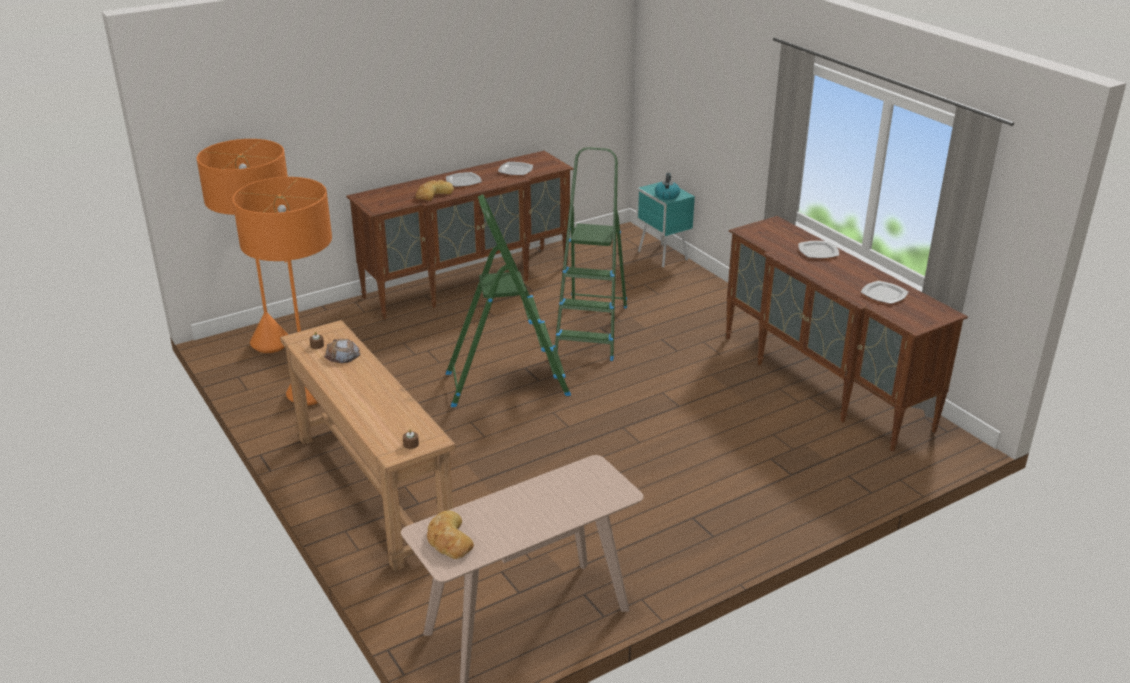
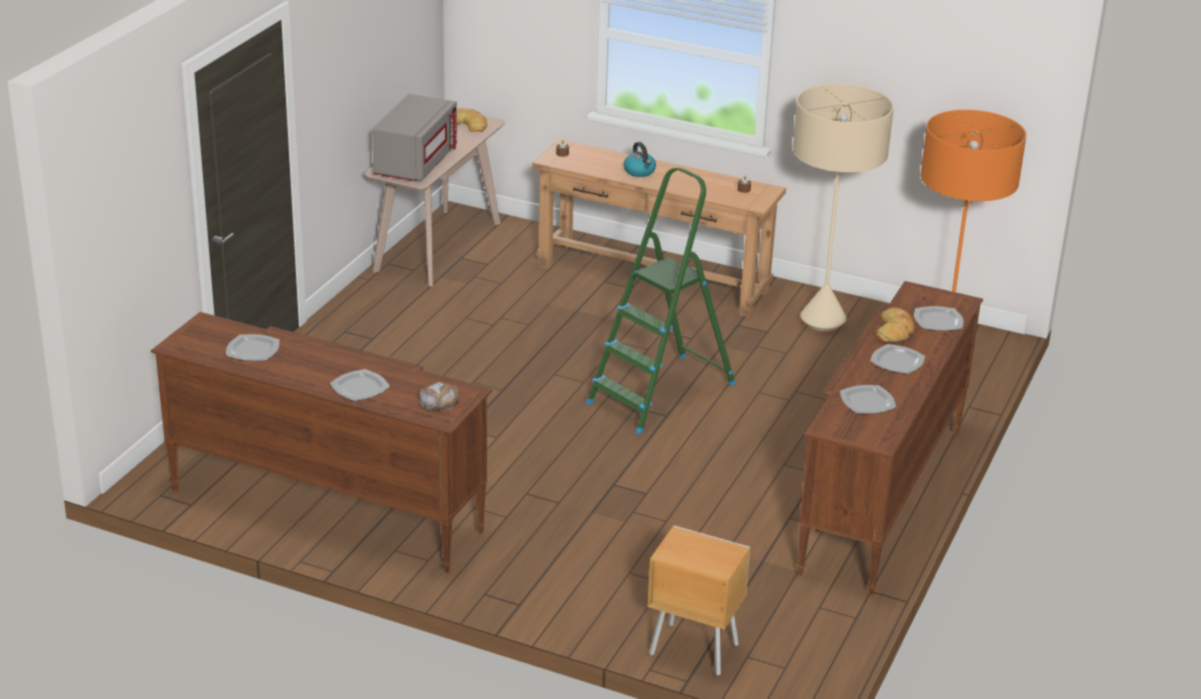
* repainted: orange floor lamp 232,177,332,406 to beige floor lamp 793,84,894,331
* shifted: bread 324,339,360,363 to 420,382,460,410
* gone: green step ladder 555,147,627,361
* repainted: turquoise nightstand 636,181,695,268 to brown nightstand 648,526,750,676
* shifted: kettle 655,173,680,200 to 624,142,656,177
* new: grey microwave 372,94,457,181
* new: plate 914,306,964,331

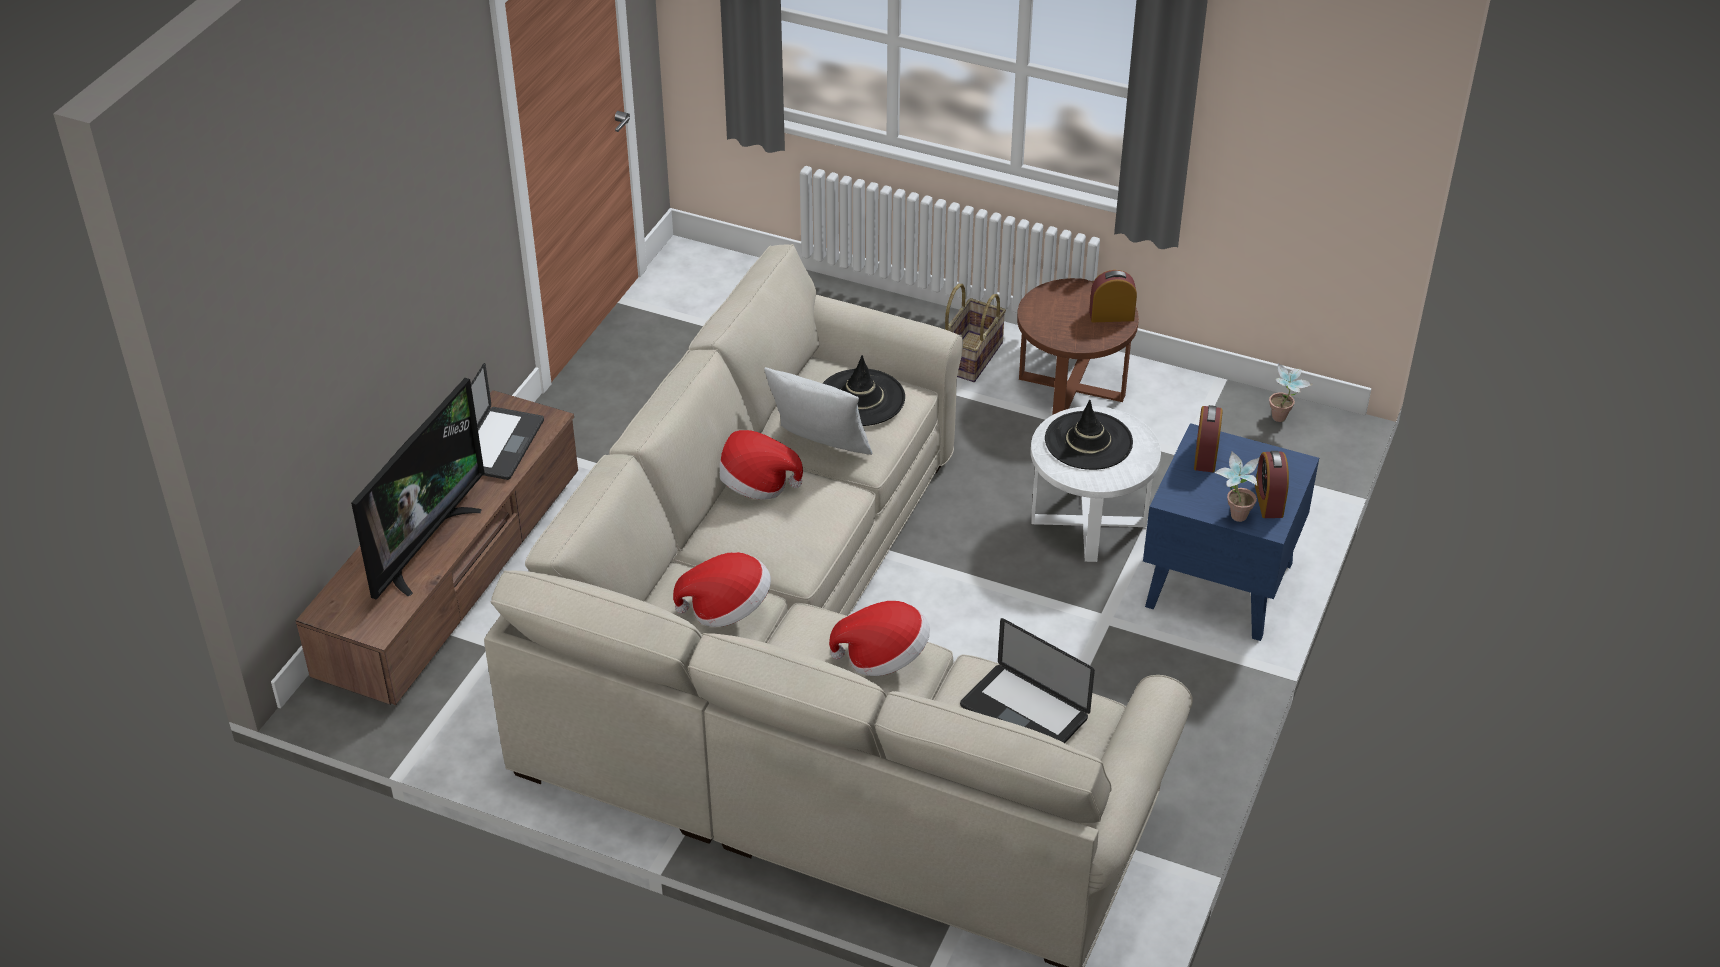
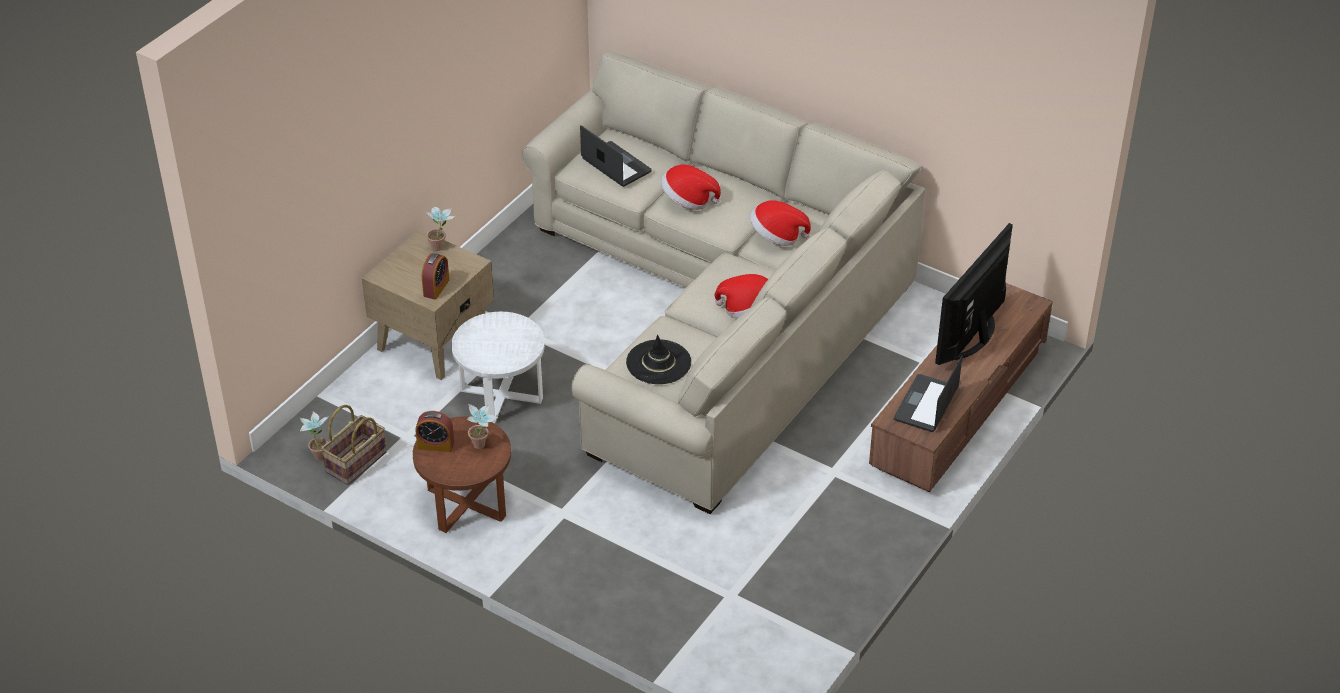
* gone: grey pillow 764,367,872,455
* shifted: basket 945,284,1006,382 to 321,405,387,485
* gone: black hat 1045,400,1133,470
* repainted: blue nightstand 1143,423,1319,641 to beige nightstand 362,229,494,380
* gone: alarm clock 1255,451,1289,518
* new: potted plant 467,404,499,449

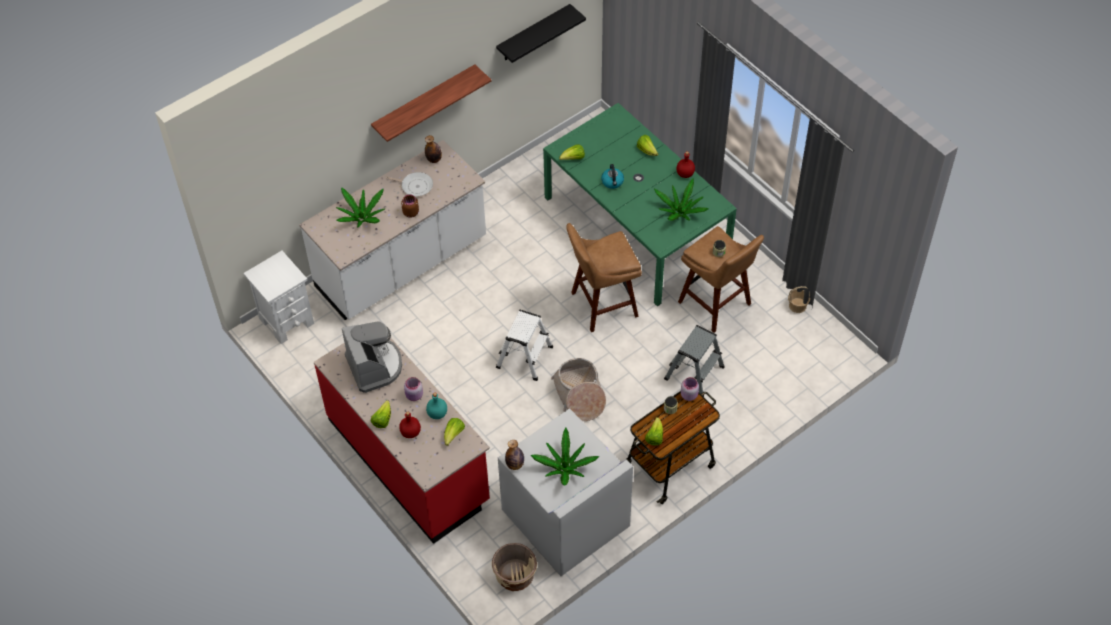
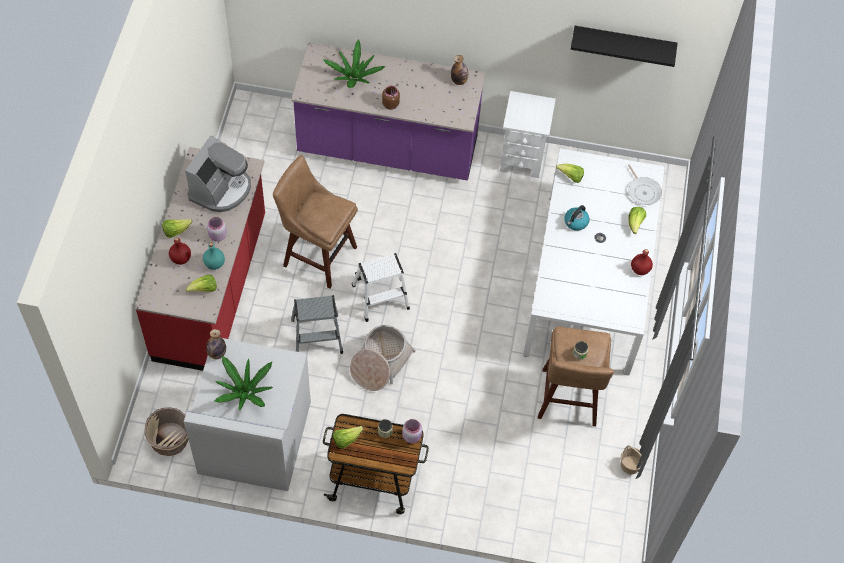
* shifted: white nightstand 243,251,314,344 to 500,91,556,178
* repainted: white counter 299,140,486,320 to purple counter 291,42,486,181
* gone: shelf 371,64,492,142
* shifted: frying pan 386,172,433,196 to 628,164,662,205
* repainted: green dining table 543,103,737,306 to white dining table 523,148,665,375
* shifted: brown stool 566,223,642,332 to 273,155,358,288
* gone: potted plant 654,179,709,221
* shifted: grey step ladder 664,325,725,397 to 291,295,343,354

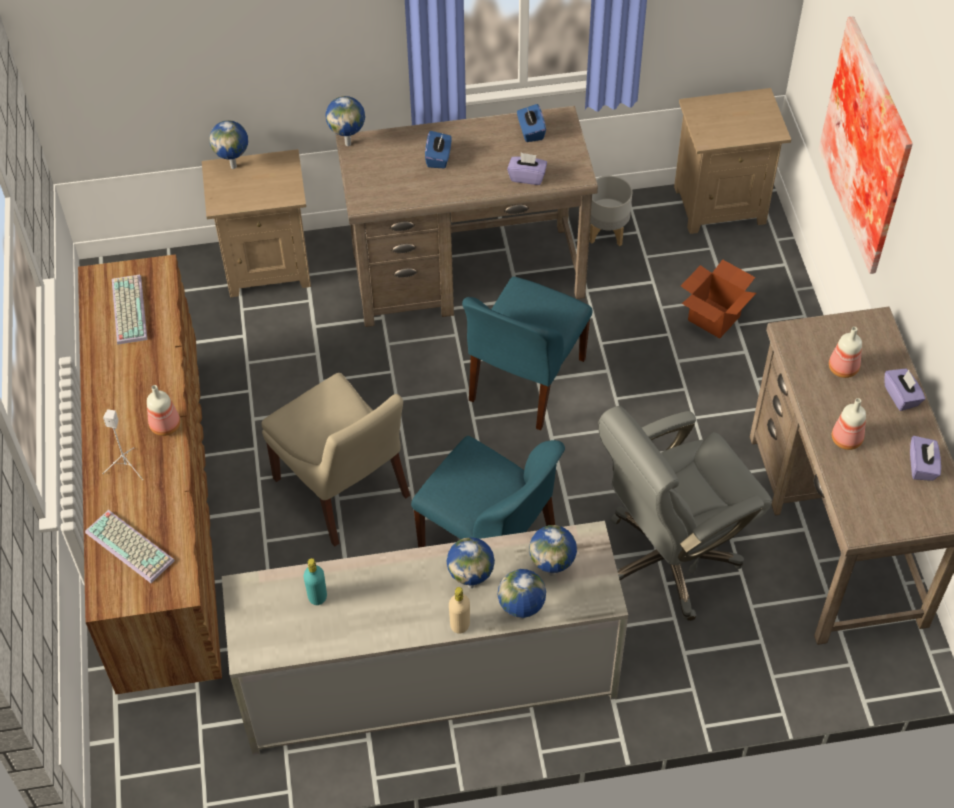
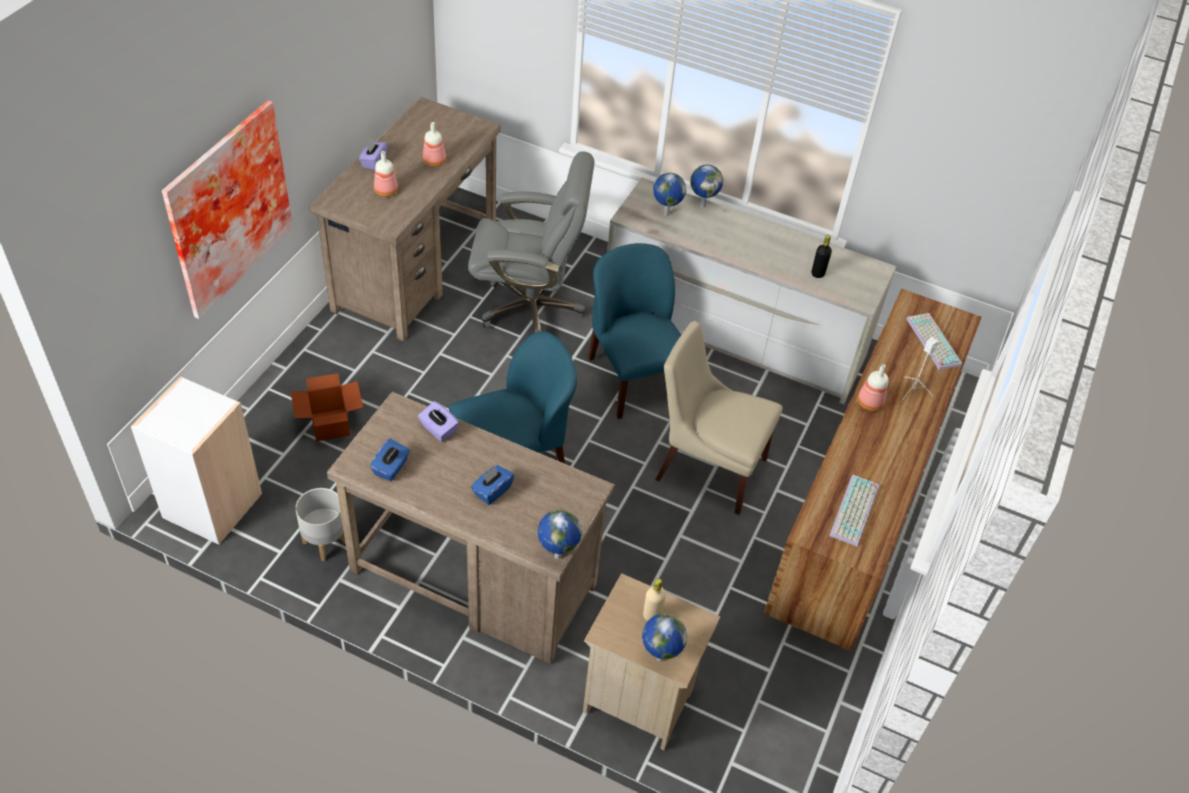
* rotated: beige chair 261,373,410,547 = 655,321,783,515 60 degrees counterclockwise
* repainted: turquoise bottle 304,558,327,605 to black bottle 811,235,832,278
* gone: globe 447,537,495,588
* shifted: beige bottle 449,587,470,634 to 643,579,666,621
* swapped: beige nightstand 674,88,791,234 to bookcase 131,376,262,545
* gone: purple tissue box 910,436,941,481

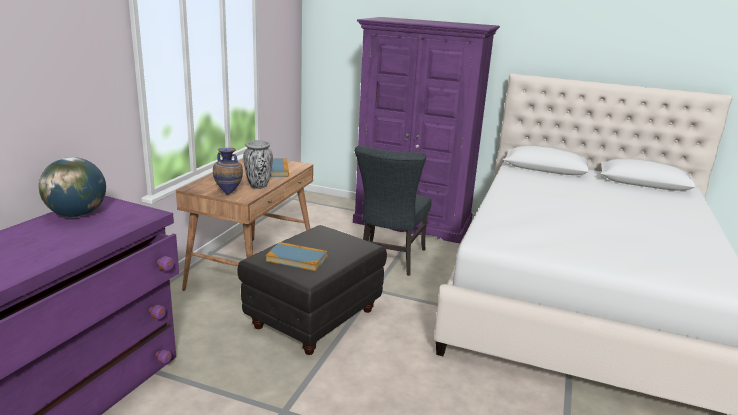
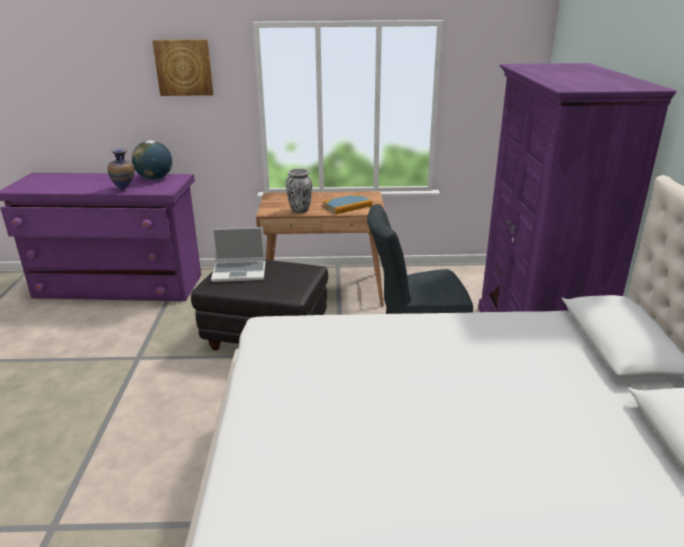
* shifted: vase 213,147,243,194 to 107,149,135,190
* swapped: book 266,242,328,271 to laptop 211,227,266,282
* new: picture 152,39,213,96

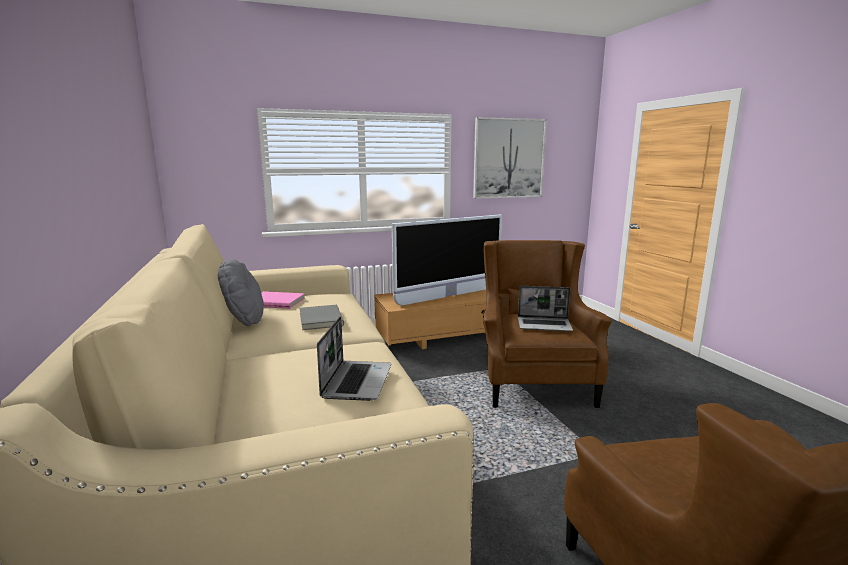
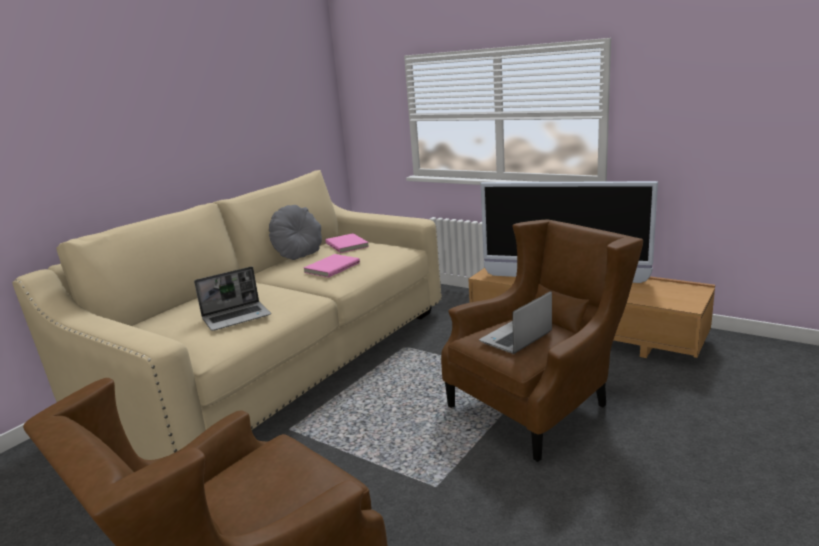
* repainted: grey book 300,305,344,330 to pink book 303,254,360,278
* gone: picture 473,117,547,199
* rotated: laptop 518,286,573,331 = 479,291,552,354 75 degrees clockwise

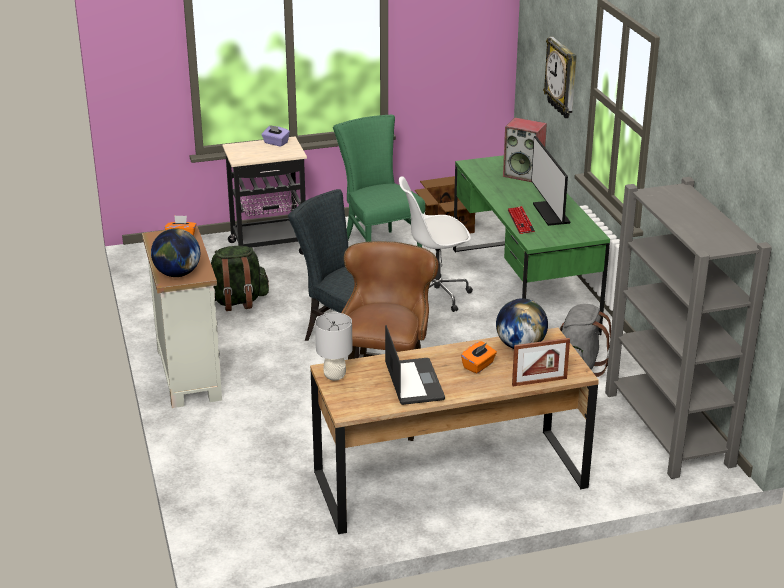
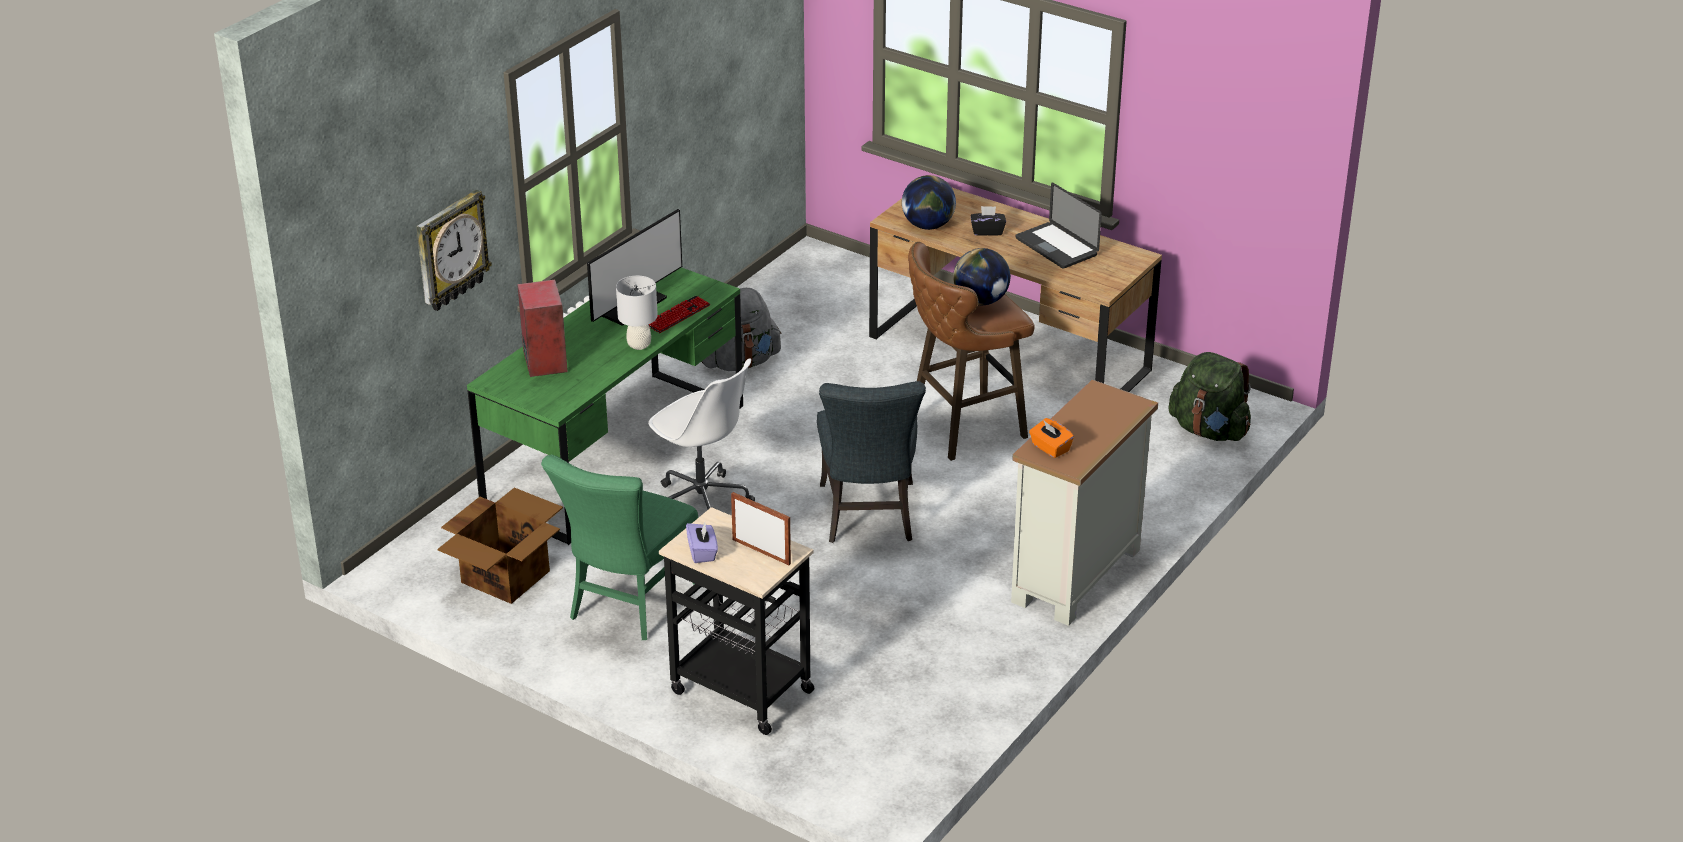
* shifted: globe 151,228,200,277 to 953,248,1010,305
* shifted: green backpack 211,246,269,311 to 1169,352,1251,441
* shifted: grey table lamp 315,312,353,381 to 616,276,658,350
* rotated: laptop 385,325,445,405 = 1015,182,1102,269 75 degrees counterclockwise
* repainted: orange tissue box 461,341,497,374 to black tissue box 971,206,1006,236
* shifted: picture frame 512,338,570,386 to 731,492,791,565
* gone: grey bookcase 605,177,772,479

